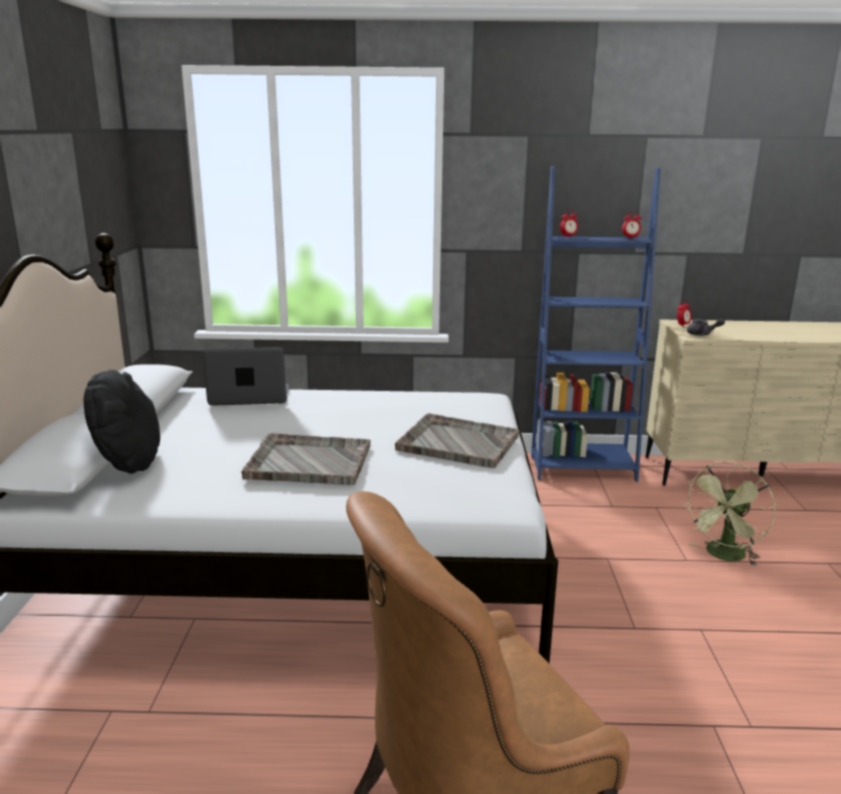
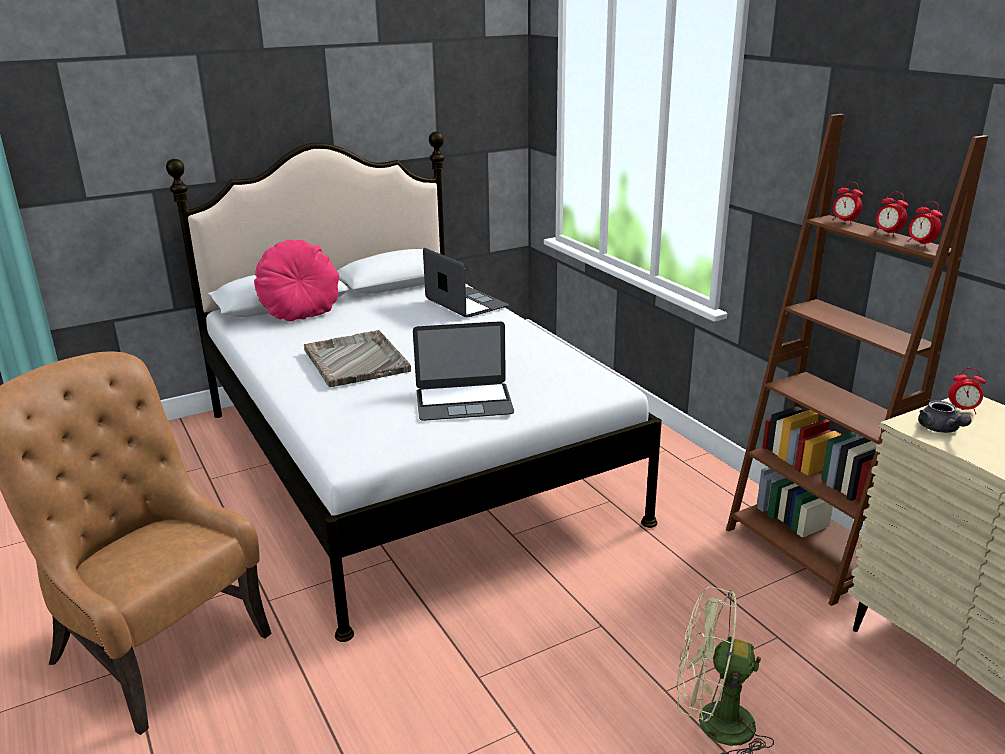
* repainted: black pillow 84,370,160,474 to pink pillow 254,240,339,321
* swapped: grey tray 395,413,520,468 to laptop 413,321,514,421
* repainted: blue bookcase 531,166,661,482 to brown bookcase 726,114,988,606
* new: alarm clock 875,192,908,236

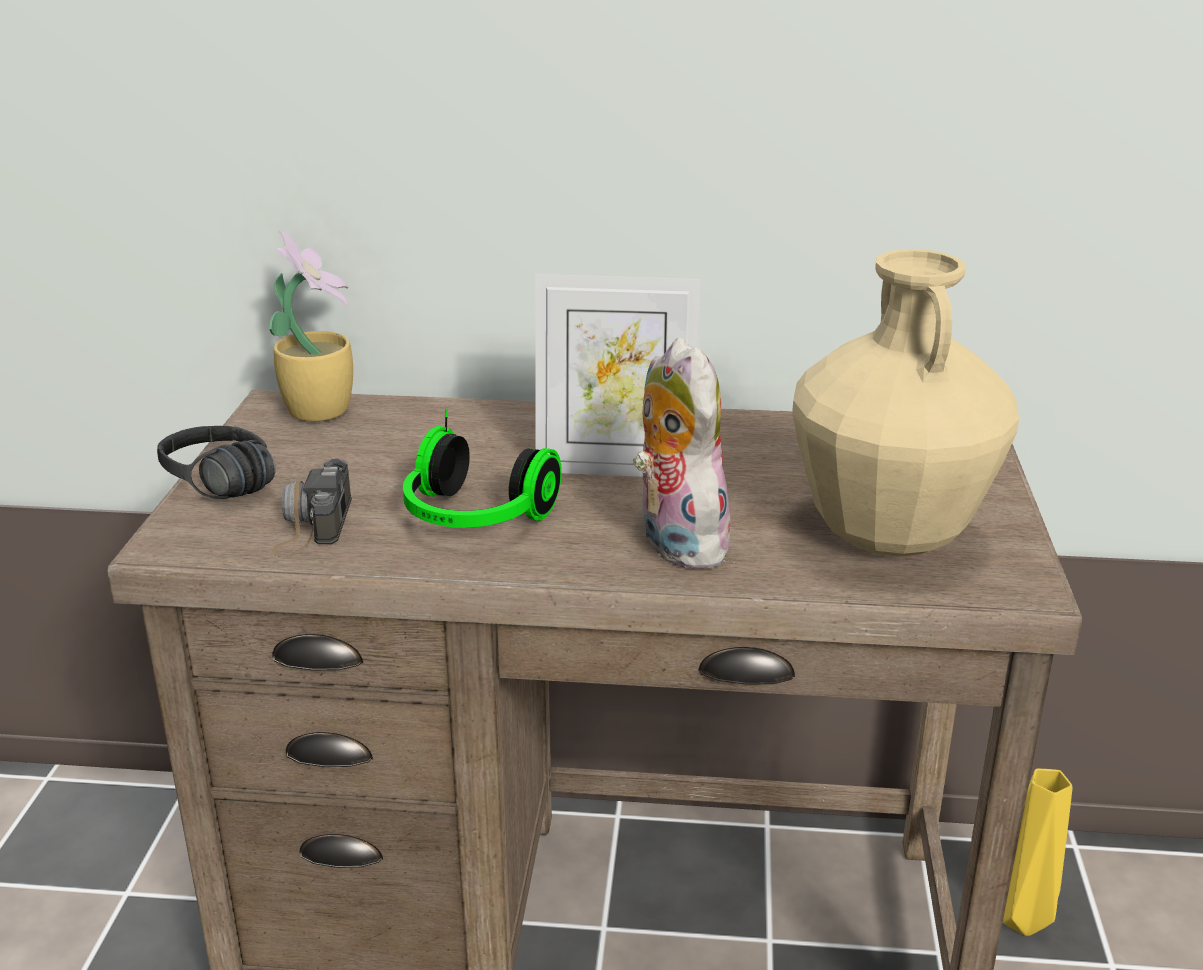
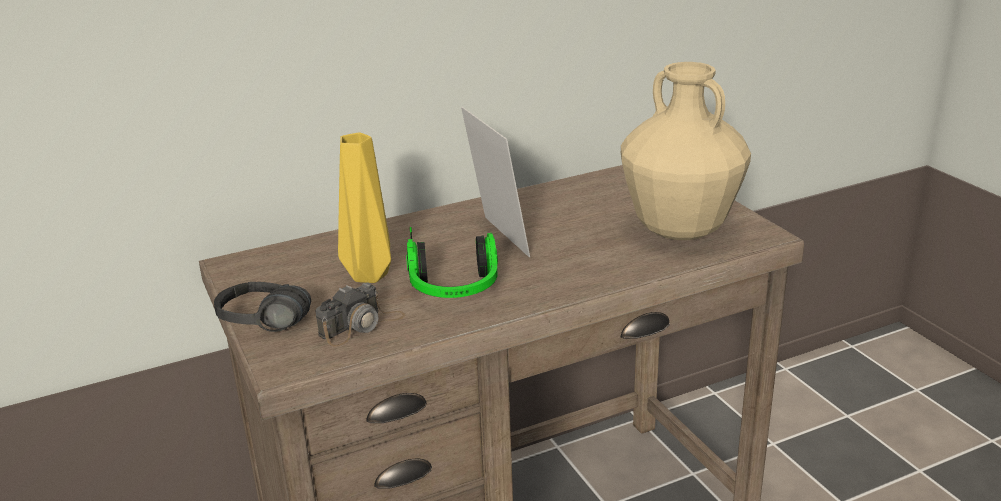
* gone: potted plant 270,231,353,422
* rotated: photo camera 272,459,352,557 = 315,282,405,346 105 degrees counterclockwise
* rotated: picture frame 536,274,701,477 = 461,107,530,257 90 degrees counterclockwise
* gone: plush toy 633,338,735,569
* shifted: yellow vase 1003,769,1072,936 to 338,133,391,283

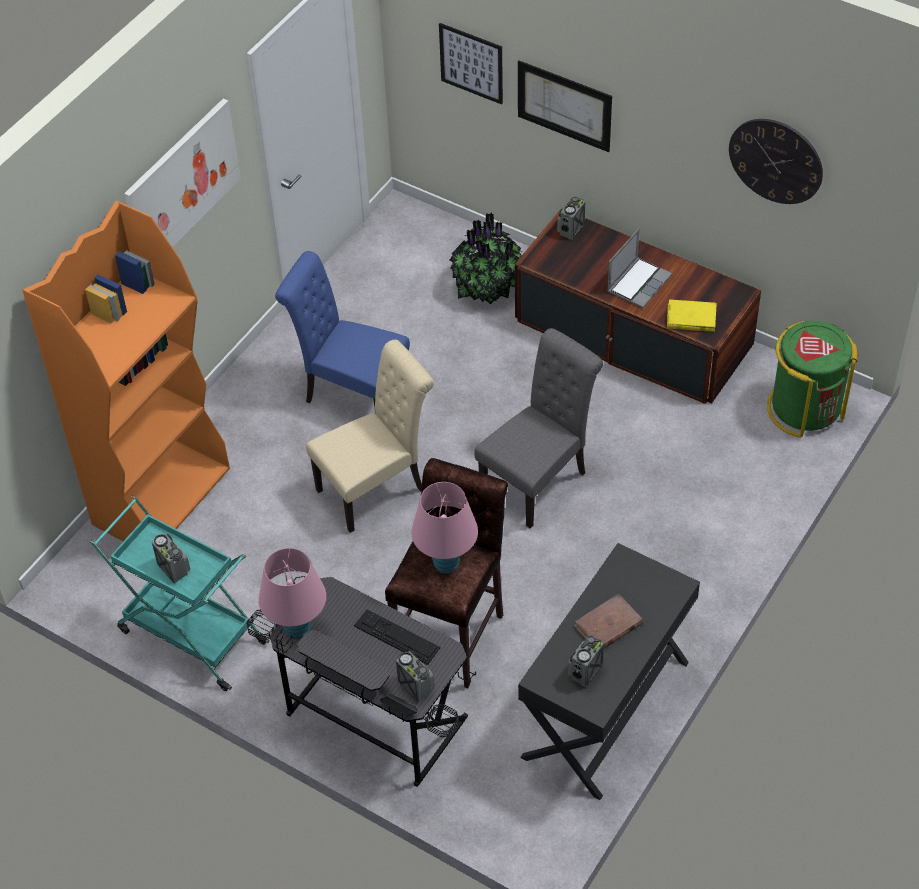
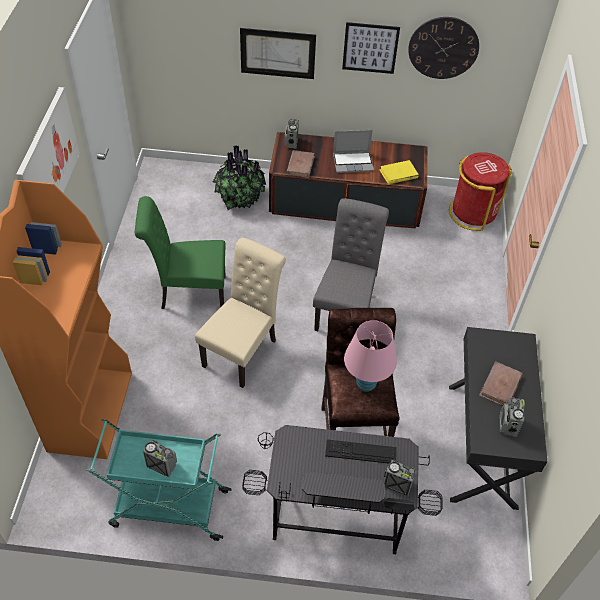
* gone: pink table lamp 259,548,326,639
* repainted: blue chair 275,251,410,413 to green chair 135,196,226,309
* shifted: picture 439,23,503,105 to 342,22,400,74
* rotated: laptop 607,228,672,308 = 333,130,374,173 75 degrees clockwise
* repainted: green trash can 767,321,858,438 to red trash can 449,152,512,231
* new: brown book 286,150,315,178

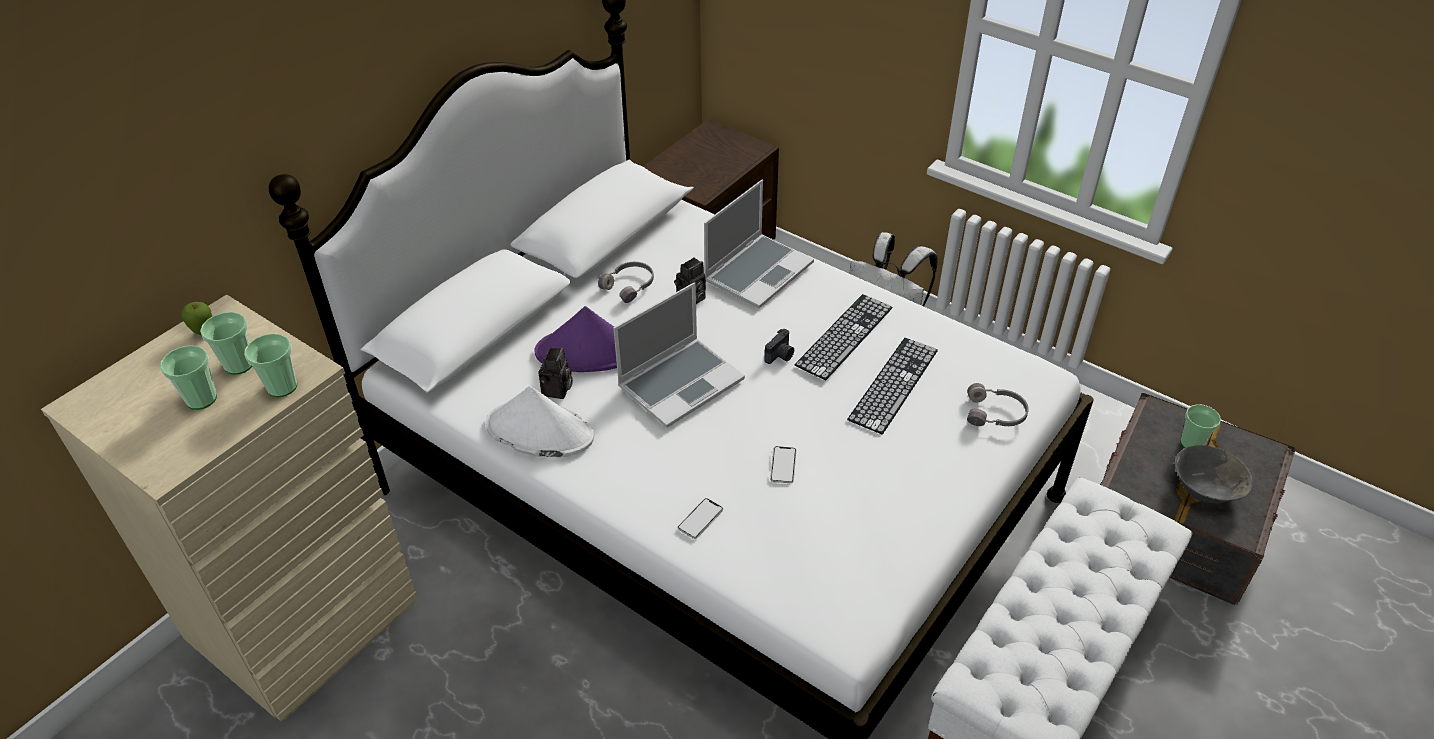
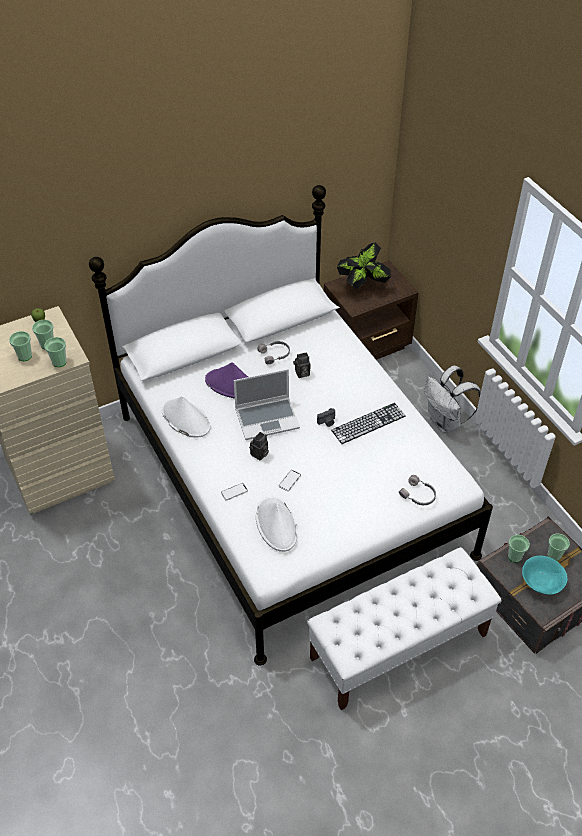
* shifted: photo camera 538,347,573,399 to 249,432,269,461
* gone: laptop 704,180,814,308
* gone: keyboard 847,338,938,435
* repainted: grey bowl 1175,445,1252,504 to turquoise bowl 522,556,567,595
* new: white hat 256,496,297,552
* new: potted plant 337,242,391,289
* new: cup 508,535,530,563

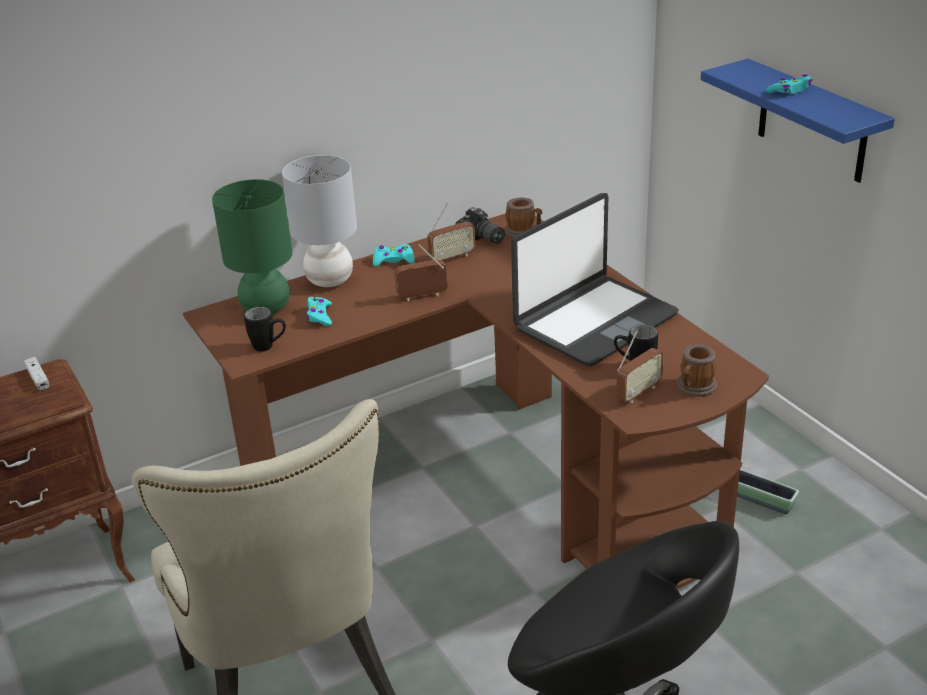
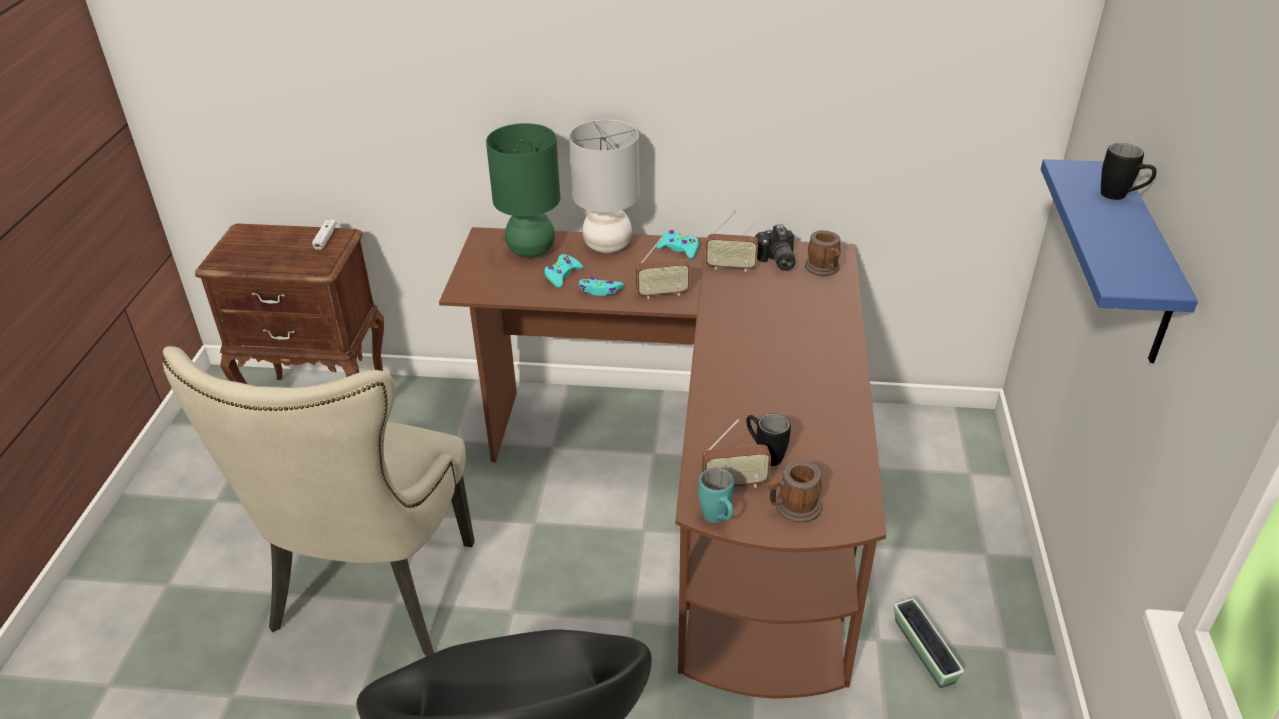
* shifted: black mug 244,307,286,352 to 1101,143,1157,200
* rotated: radio 395,245,448,301 = 636,236,690,299 150 degrees clockwise
* gone: laptop 511,193,679,366
* shifted: turquoise game controller 766,74,813,94 to 579,277,624,296
* new: turquoise mug 698,467,734,523

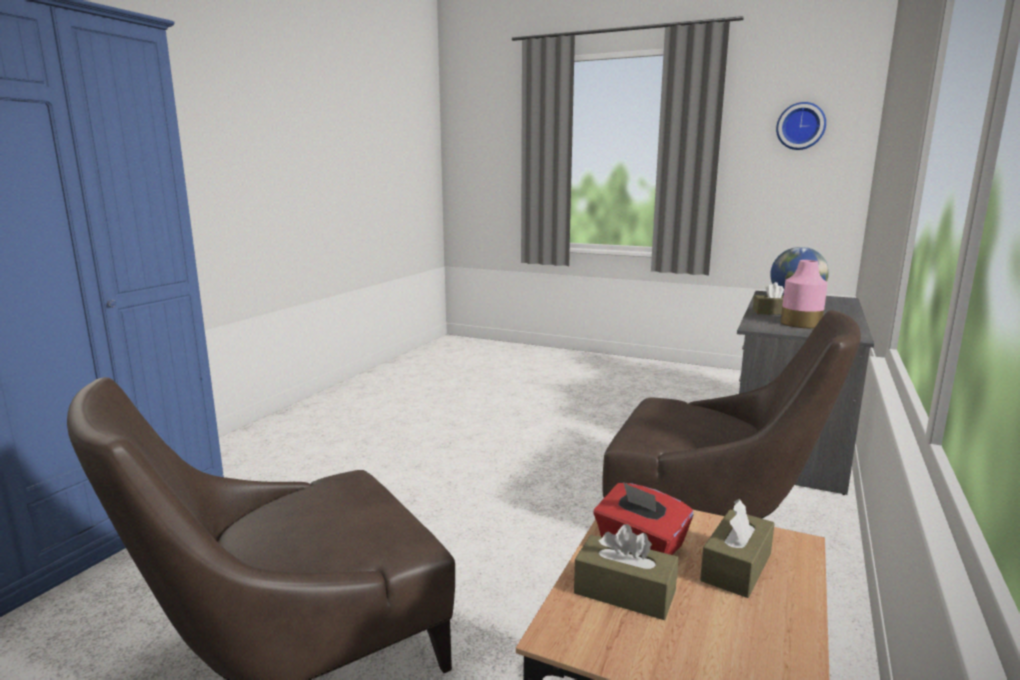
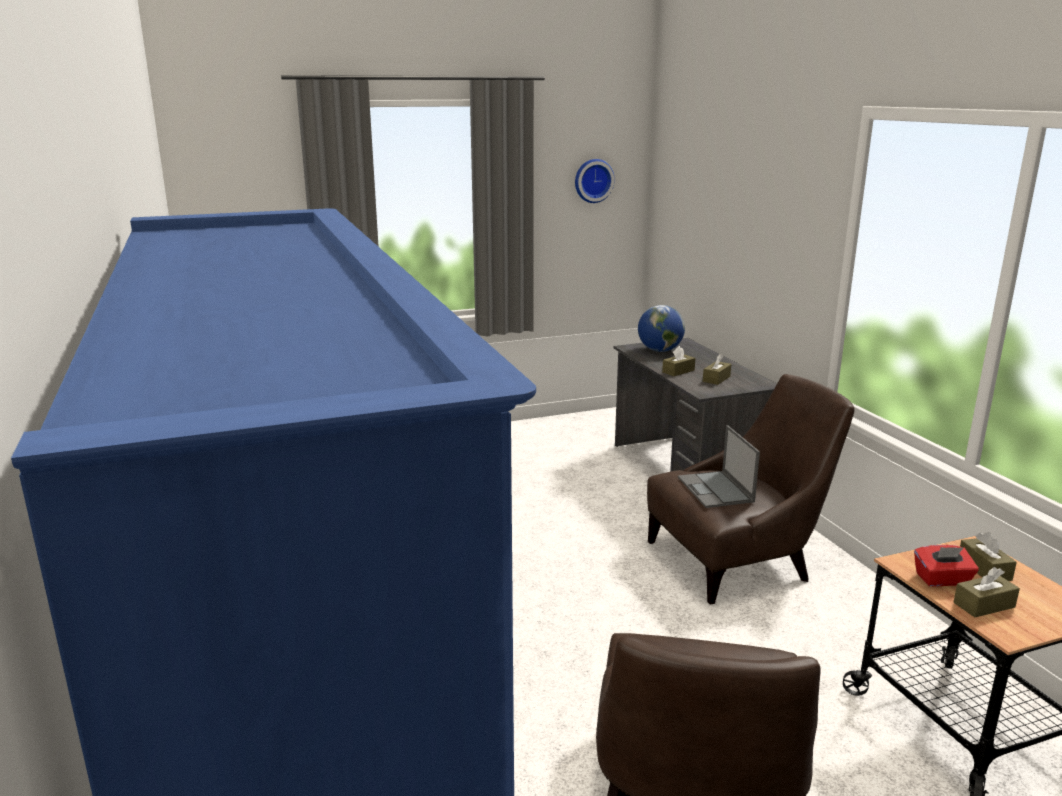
* swapped: pink vase 781,260,828,328 to brown tissue box 703,354,731,385
* new: laptop 678,425,760,508

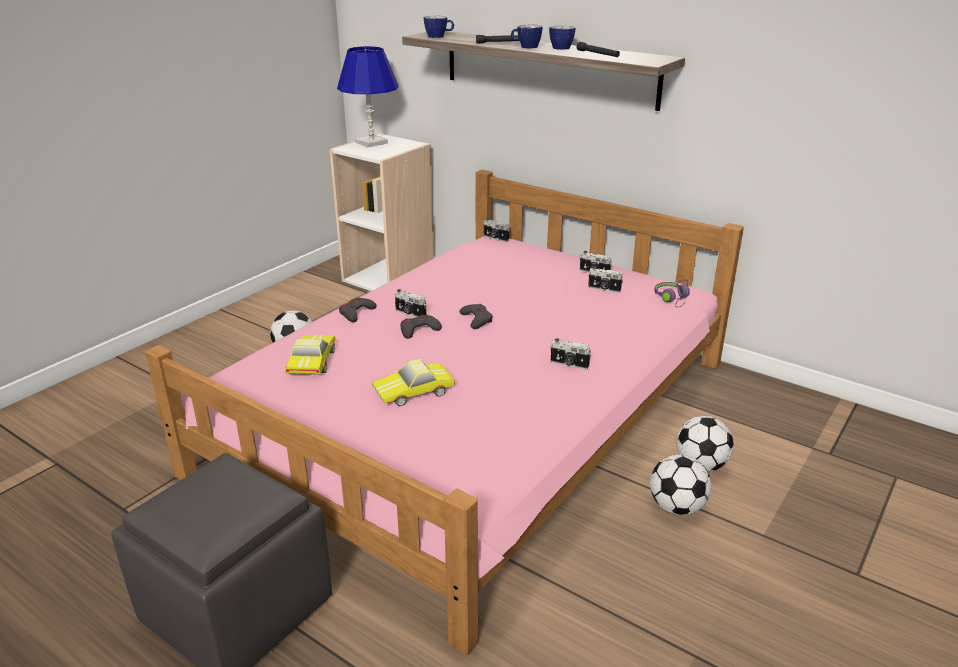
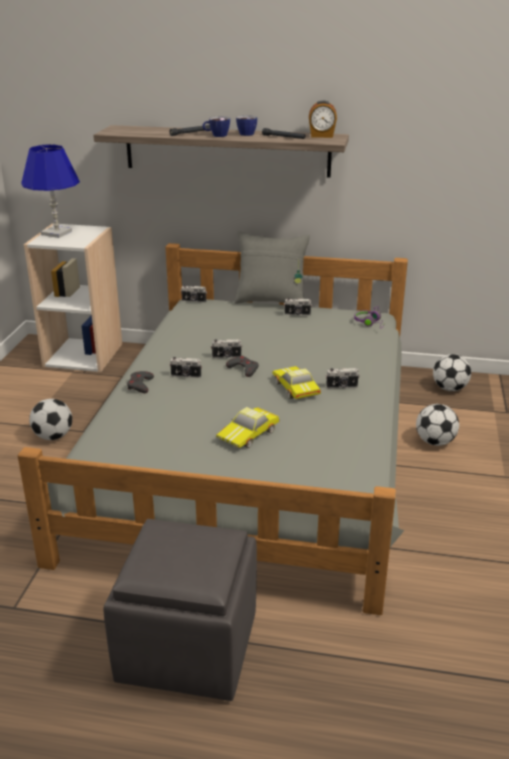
* repainted: pink bed 145,169,744,655 to grey bed 18,243,408,615
* shifted: toy car 285,335,336,375 to 272,366,321,399
* gone: grey game controller 400,315,442,339
* gone: cup 424,16,454,38
* shifted: photo camera 588,267,623,293 to 211,339,242,358
* shifted: football 650,454,711,515 to 433,354,471,391
* new: grey pillow 234,231,310,304
* new: alarm clock 309,100,337,138

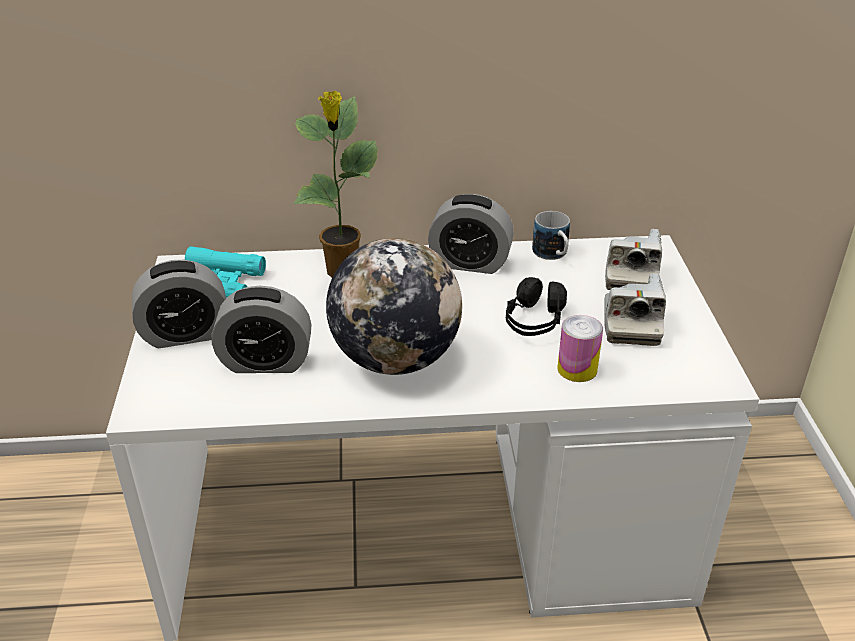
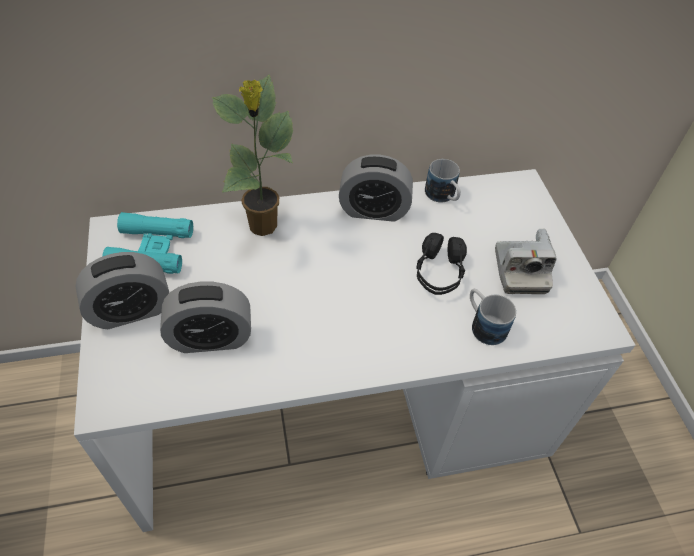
* gone: globe 326,238,462,375
* swapped: can 557,315,603,382 to mug 470,289,516,345
* gone: photo camera 605,229,662,290

